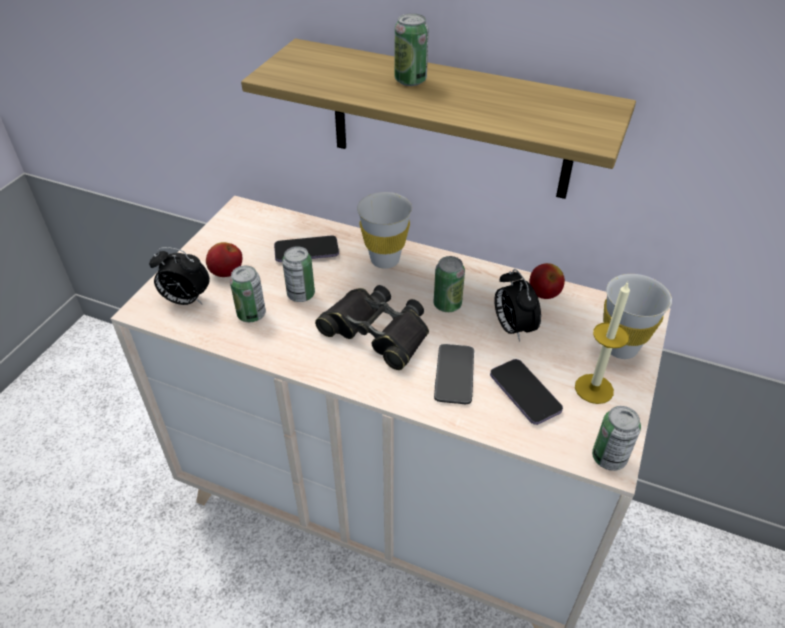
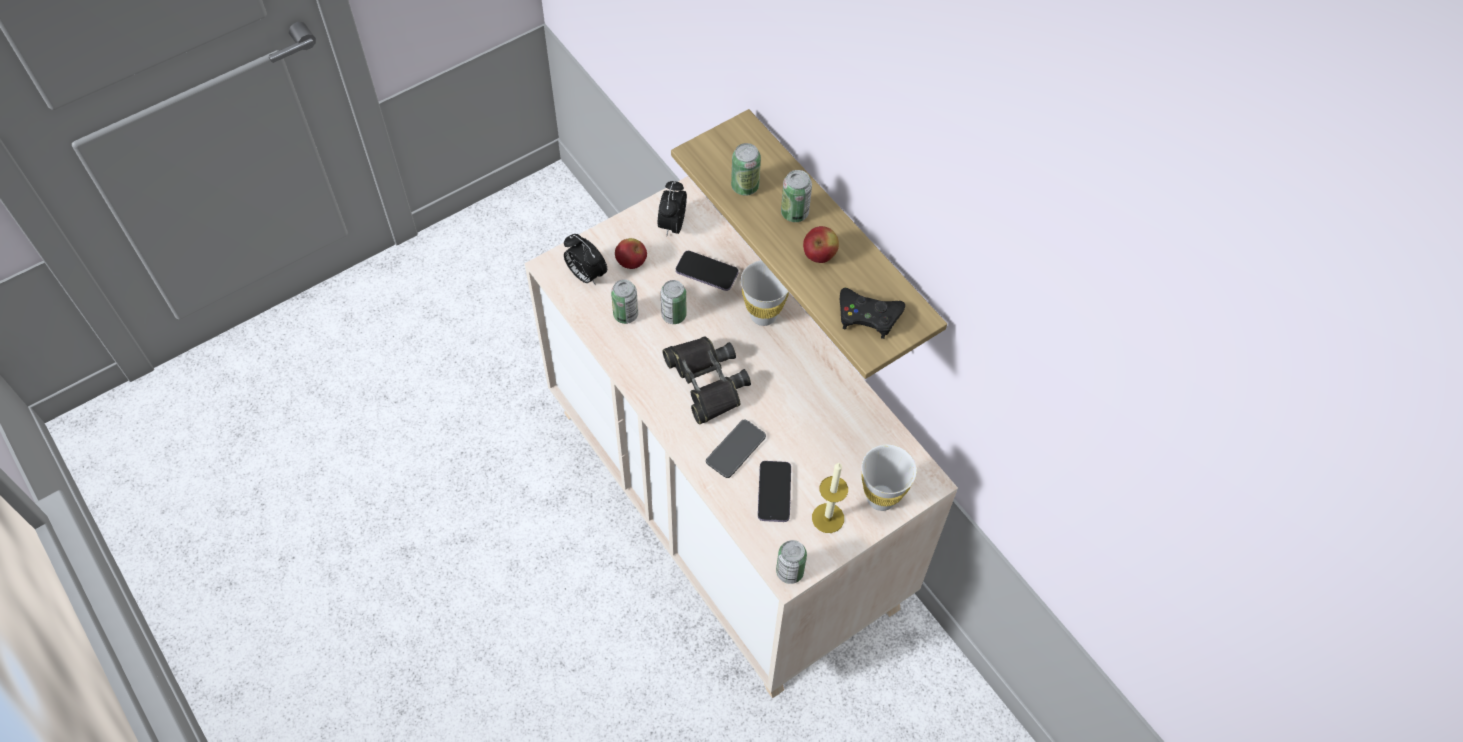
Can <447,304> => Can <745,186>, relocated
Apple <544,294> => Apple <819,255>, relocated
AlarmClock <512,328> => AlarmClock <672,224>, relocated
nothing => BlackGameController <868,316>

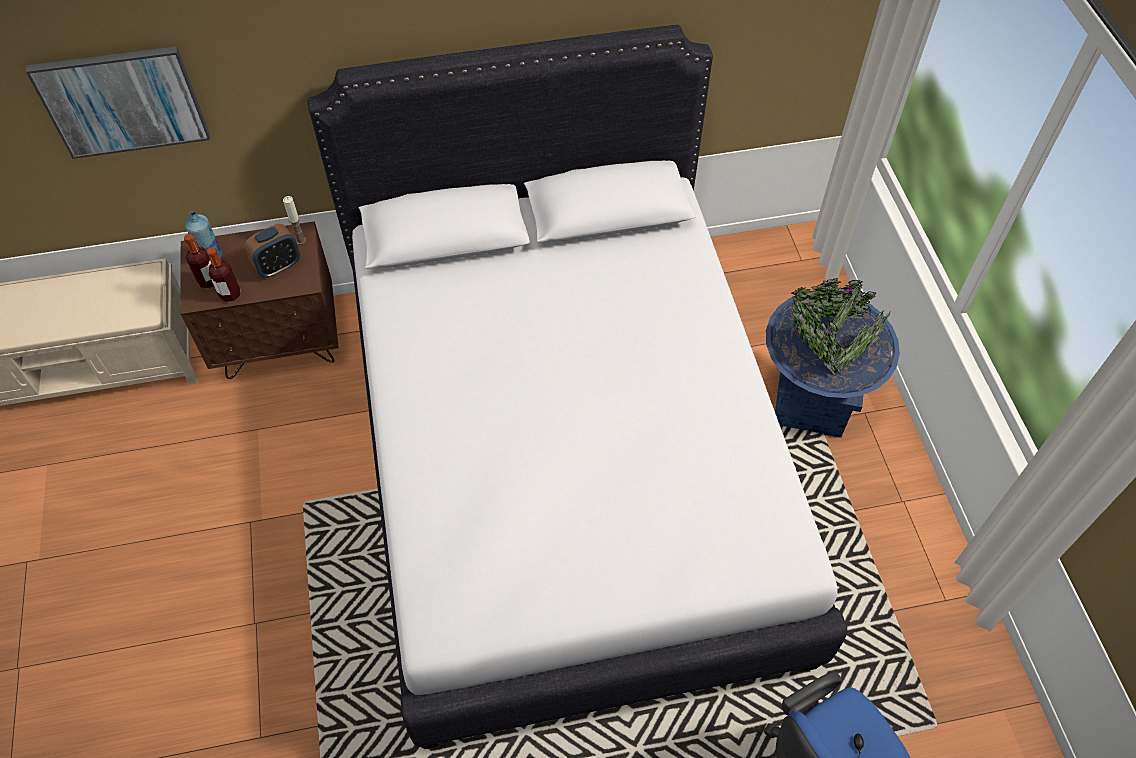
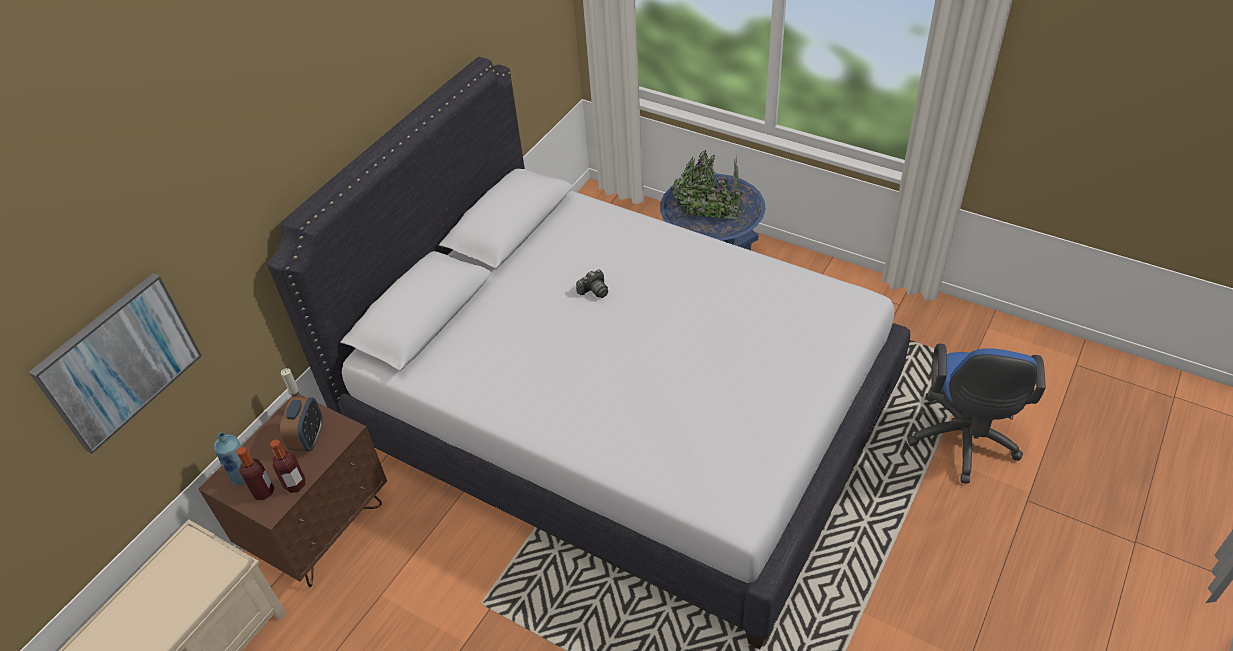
nothing => PhotoCamera <594,291>

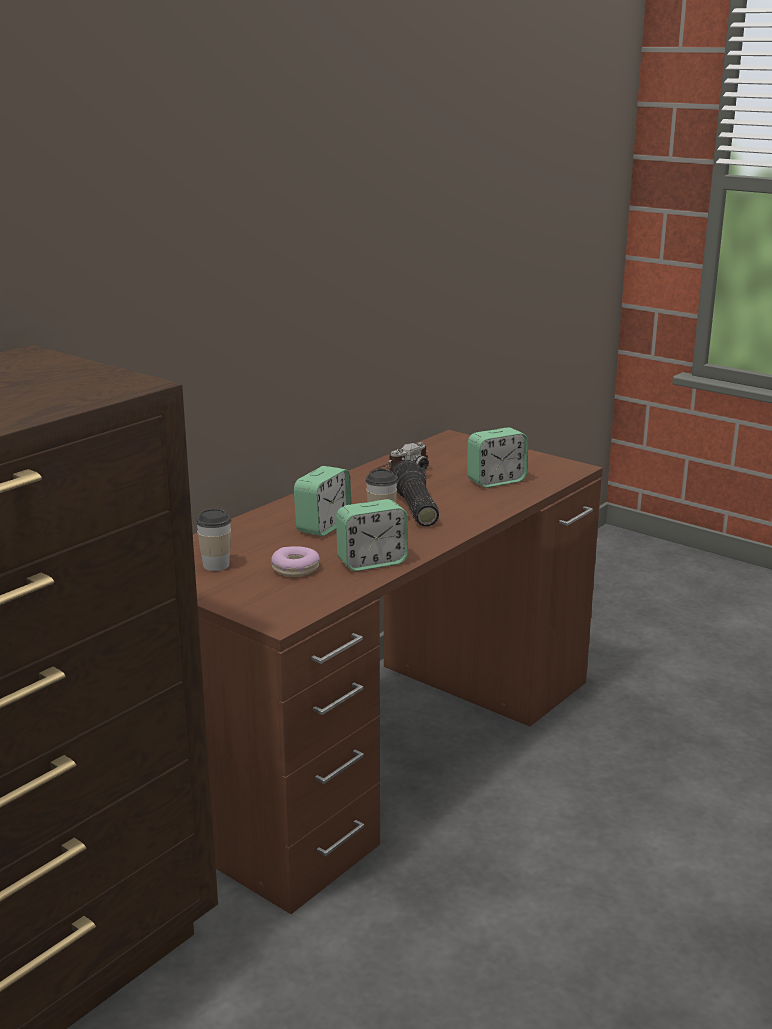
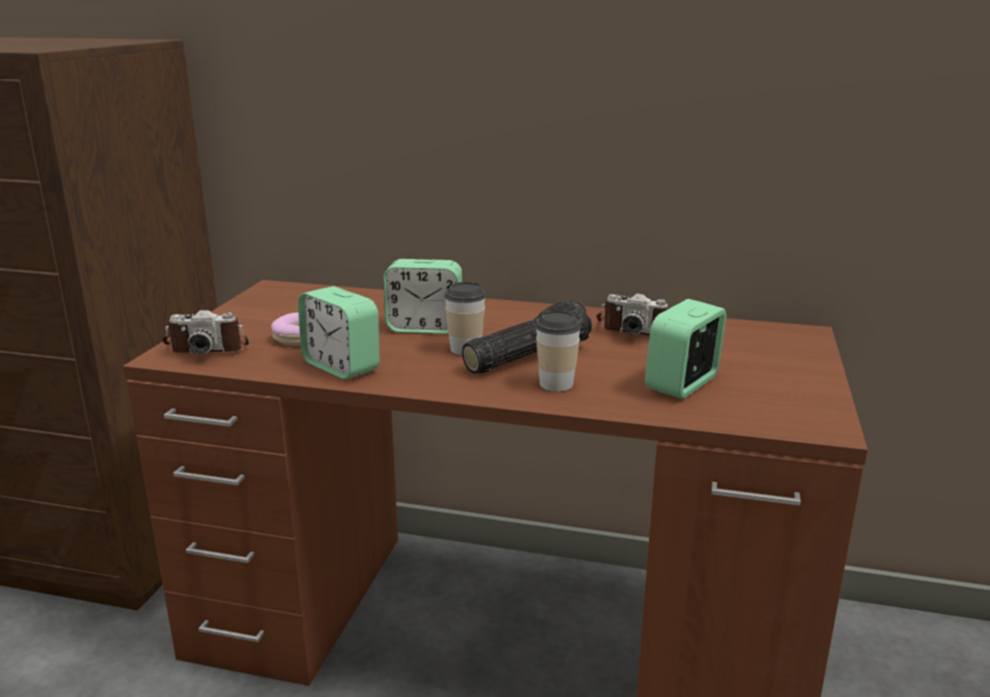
AlarmClock <496,481> => AlarmClock <682,384>, 90 degrees clockwise
Cup <216,565> => Cup <556,384>, relocated
nothing => PhotoCamera <208,347>

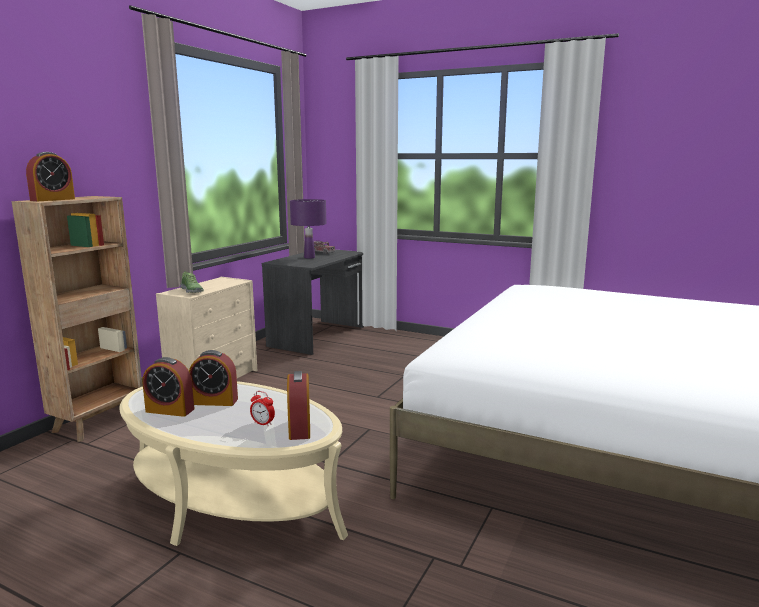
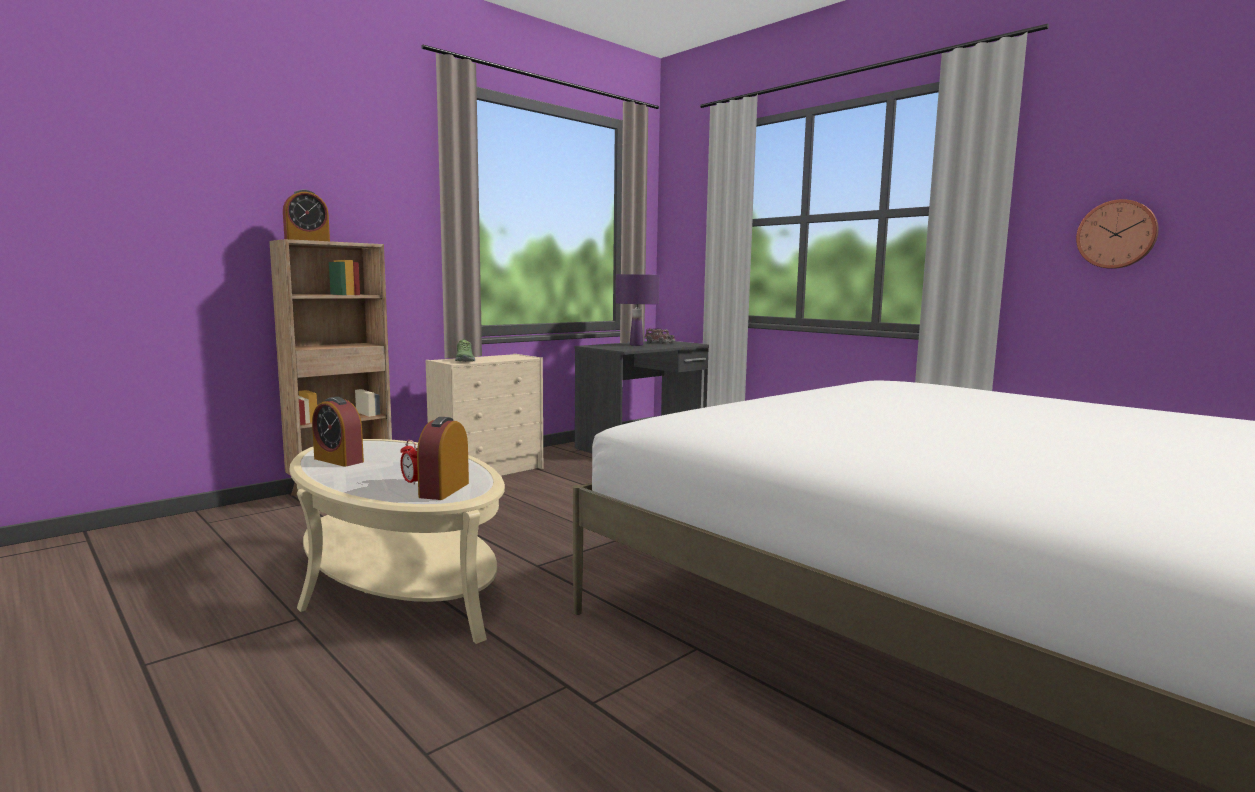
AlarmClock <214,401> => nothing
nothing => WallClock <1117,234>

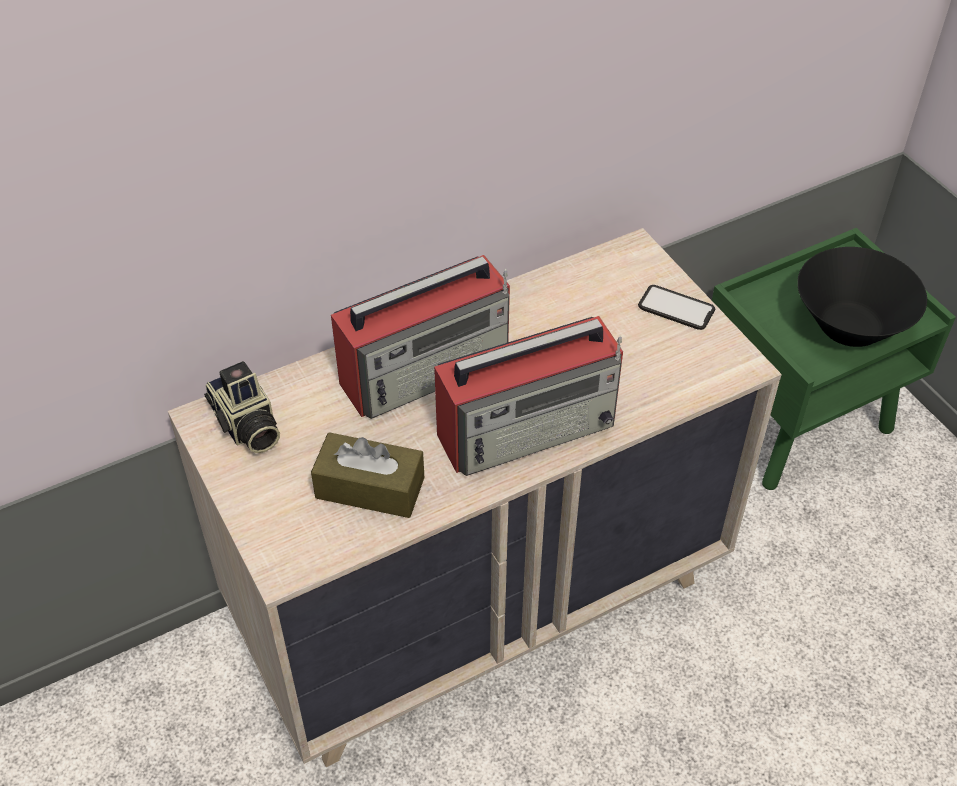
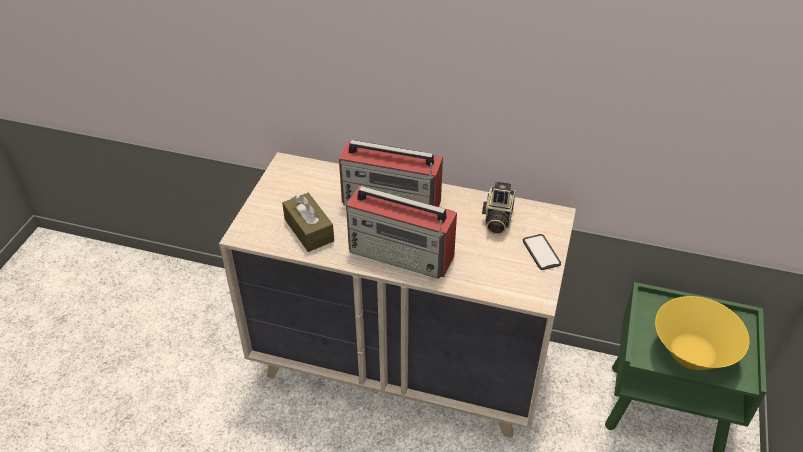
BlackBowl <849,326> => YellowBowl <692,353>
PhotoCamera <246,426> => PhotoCamera <497,219>, relocated

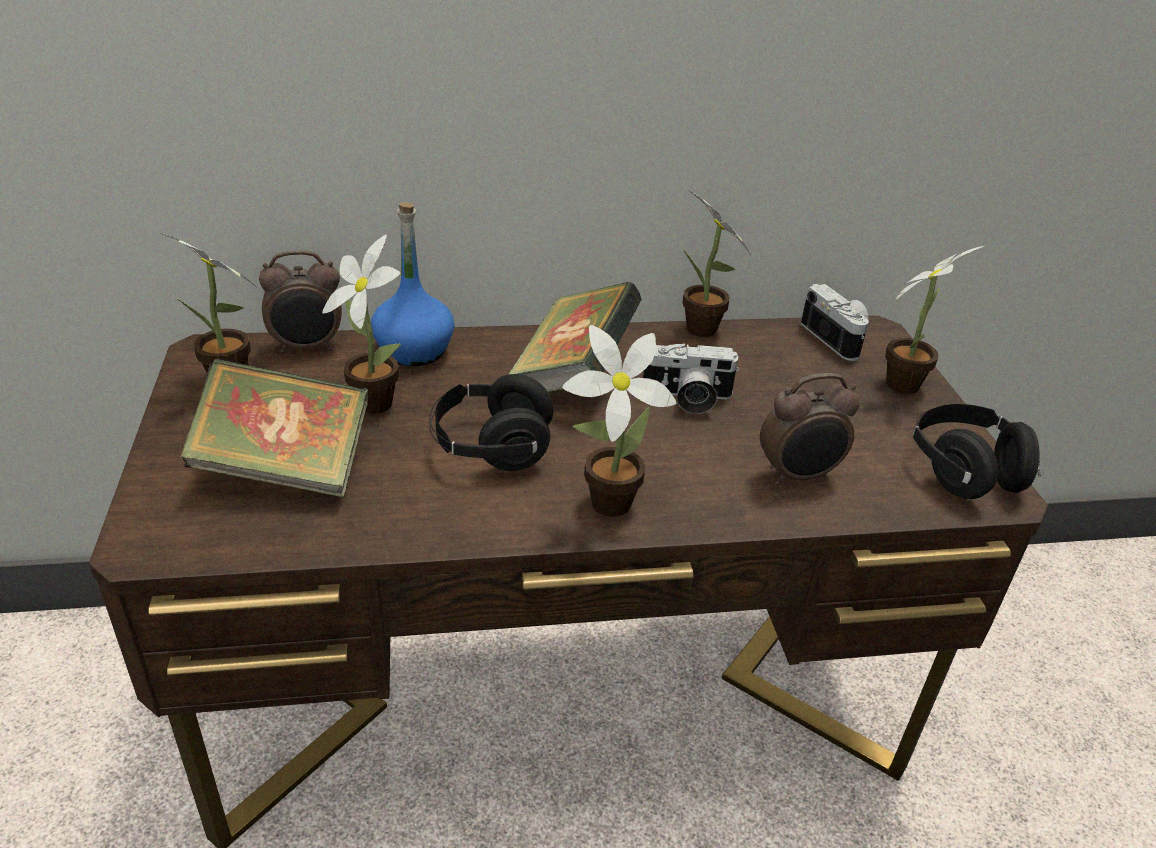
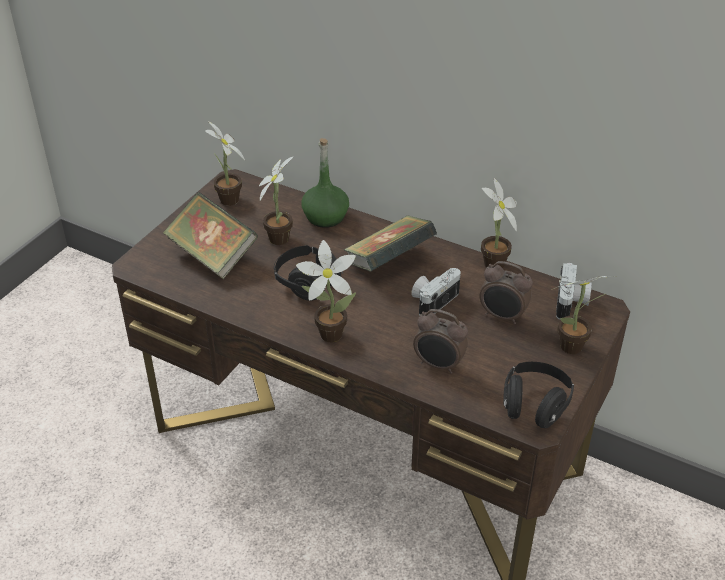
BlueBottle <414,350> => GreenBottle <325,217>
AlarmClock <307,347> => AlarmClock <502,316>, relocated
PhotoCamera <686,398> => PhotoCamera <433,300>, 90 degrees clockwise

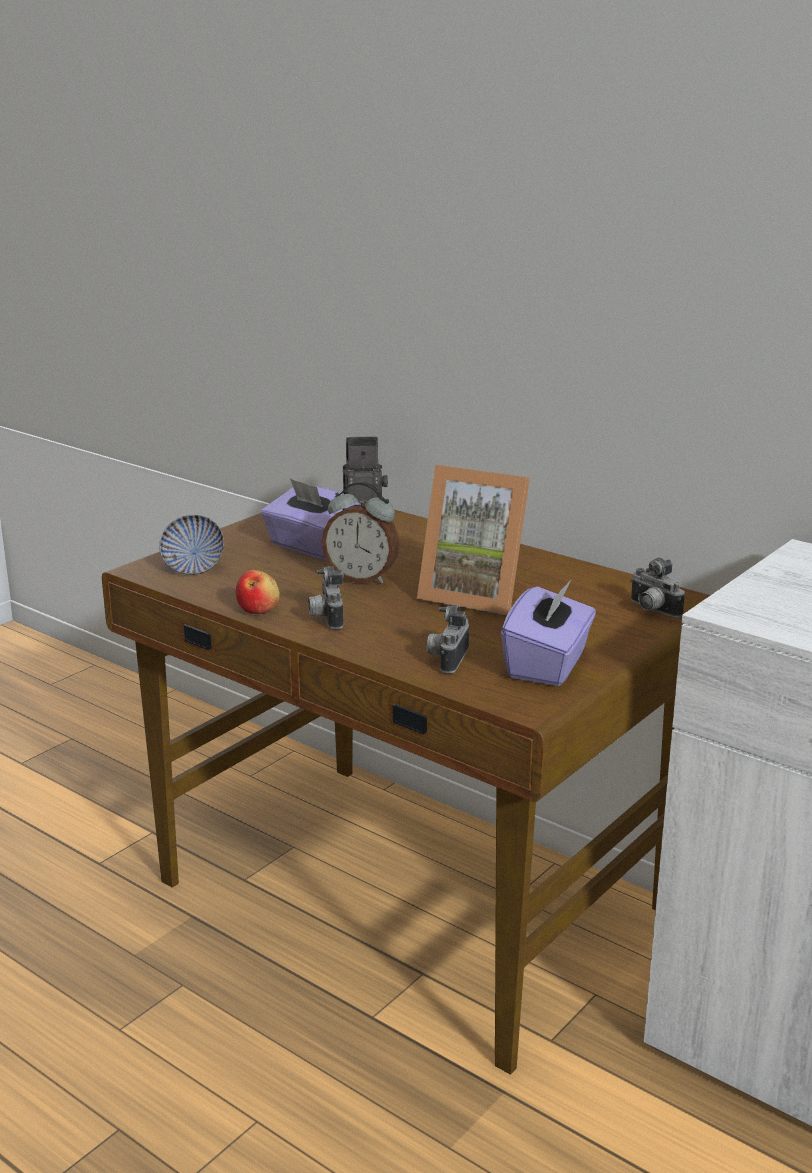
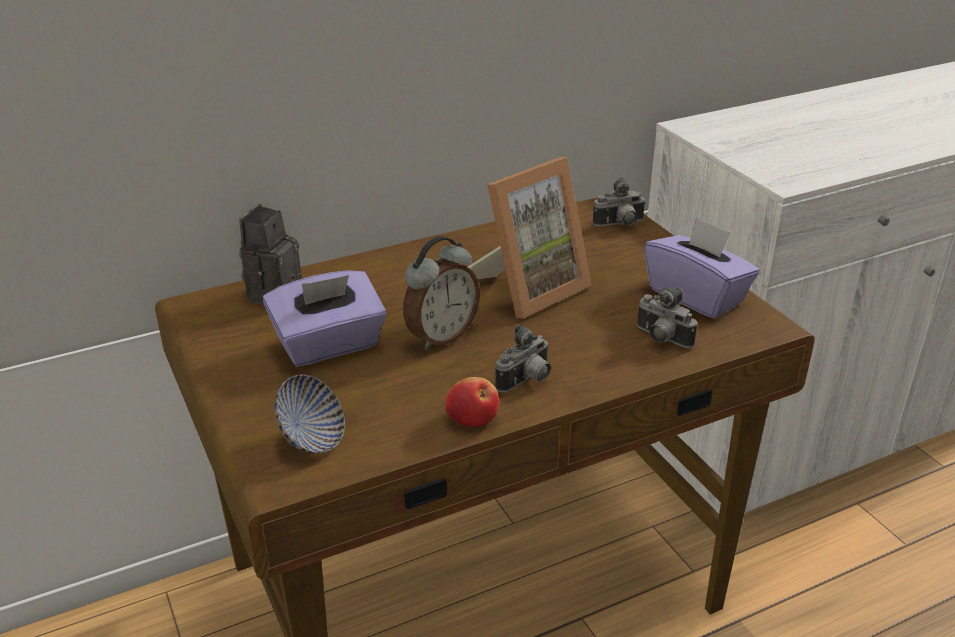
PhotoCamera <326,618> => PhotoCamera <526,381>, 60 degrees counterclockwise

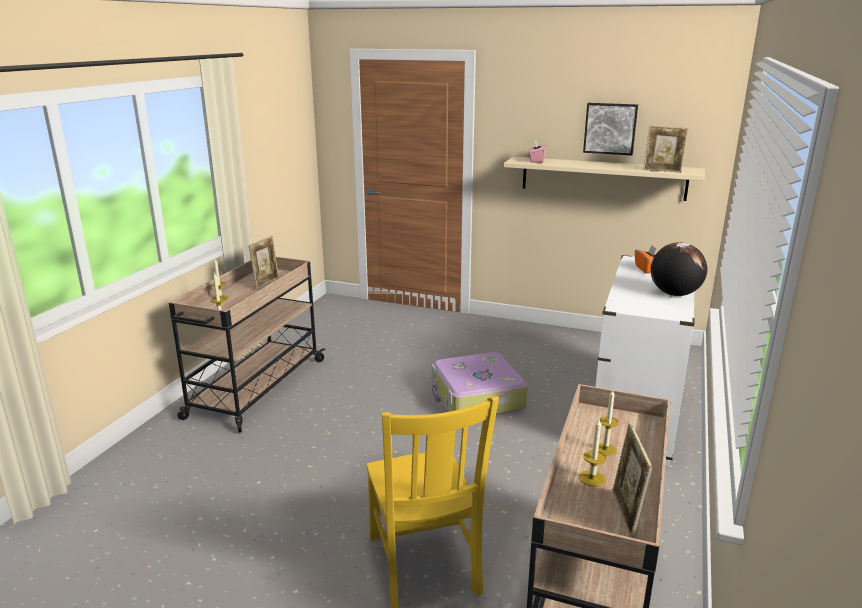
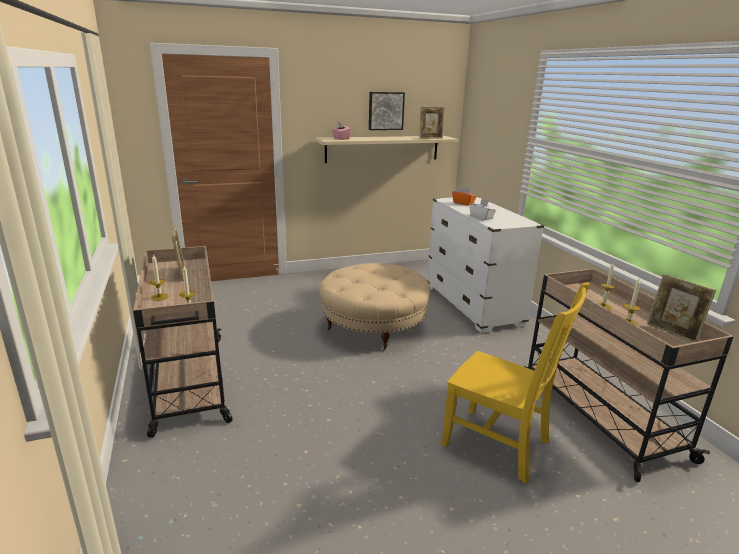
Globe <674,294> => nothing
Suitcase <476,398> => BeigeOttoman <373,326>
nothing => WhiteTissueBox <481,217>

